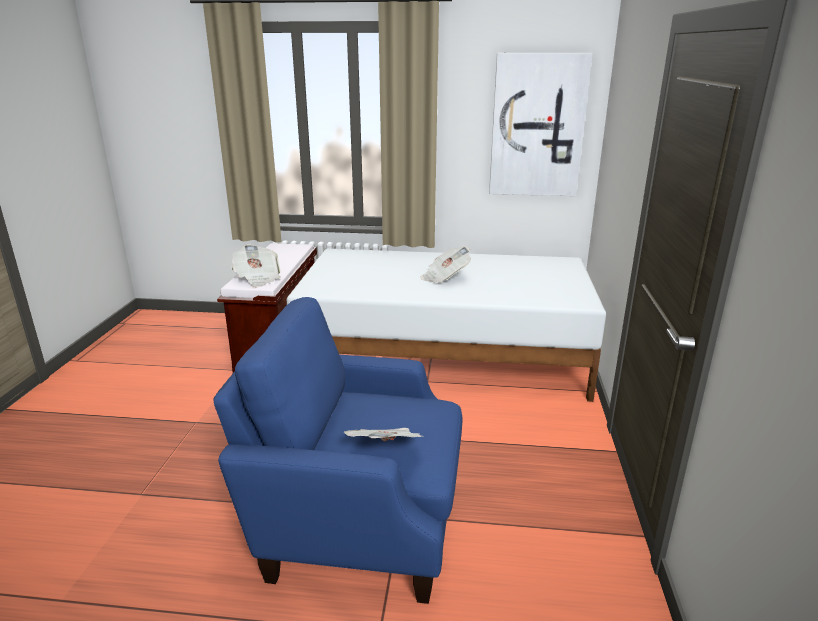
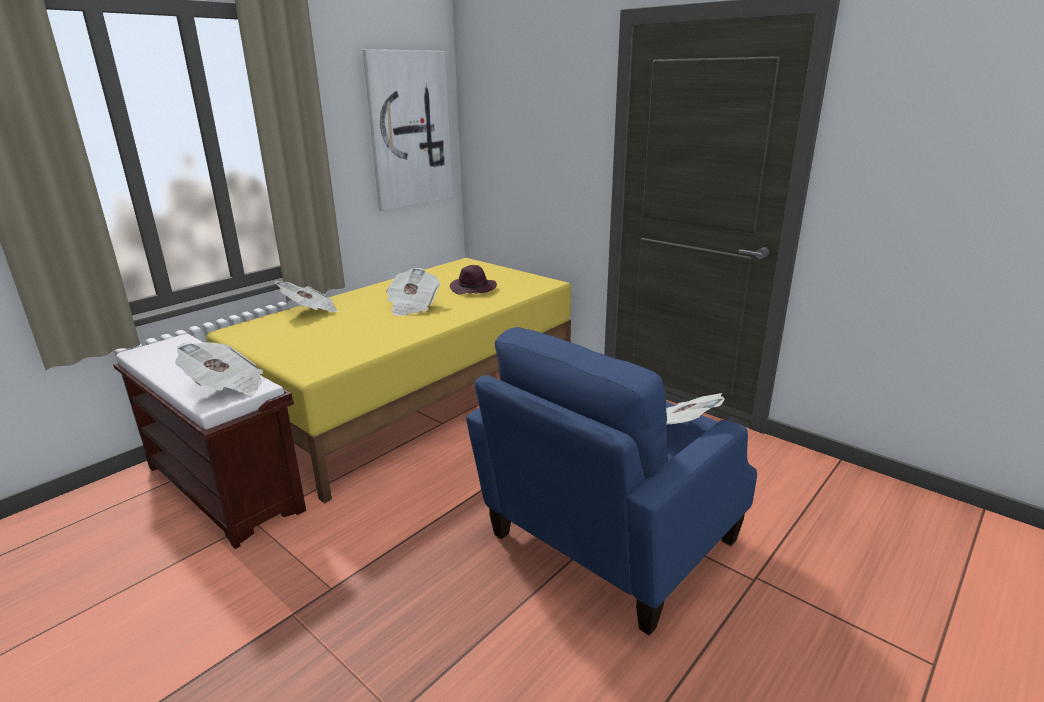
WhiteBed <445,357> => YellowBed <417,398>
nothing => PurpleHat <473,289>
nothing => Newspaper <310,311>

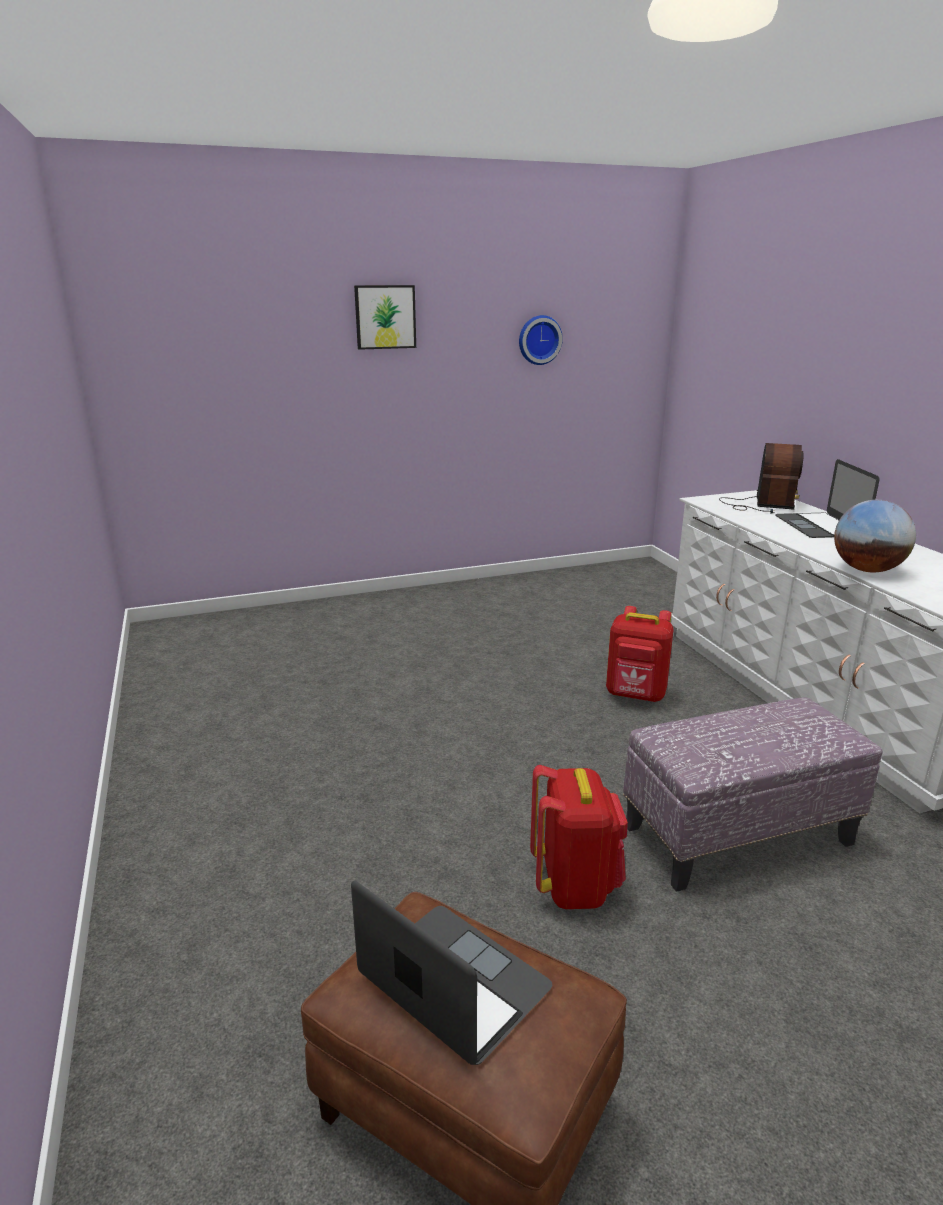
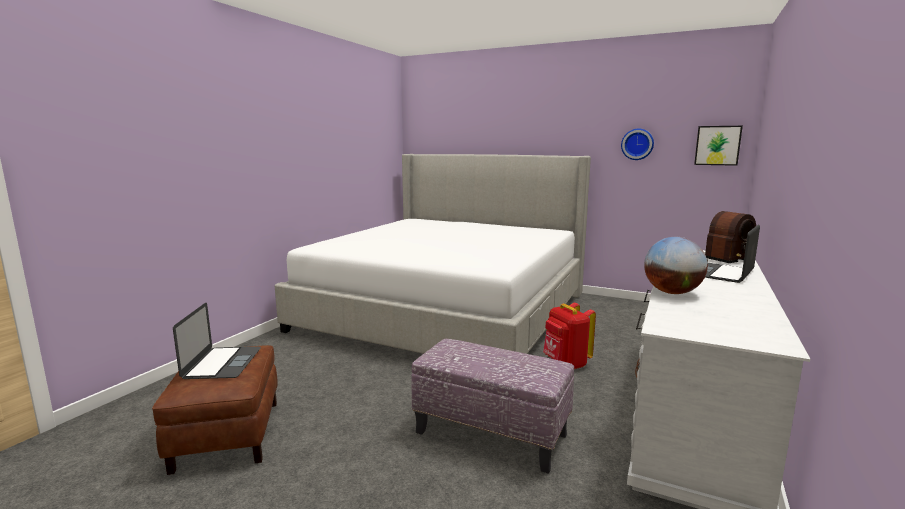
Picture <385,317> => Picture <717,145>, relocated
RedBackpack <575,885> => nothing
nothing => Bed <447,311>

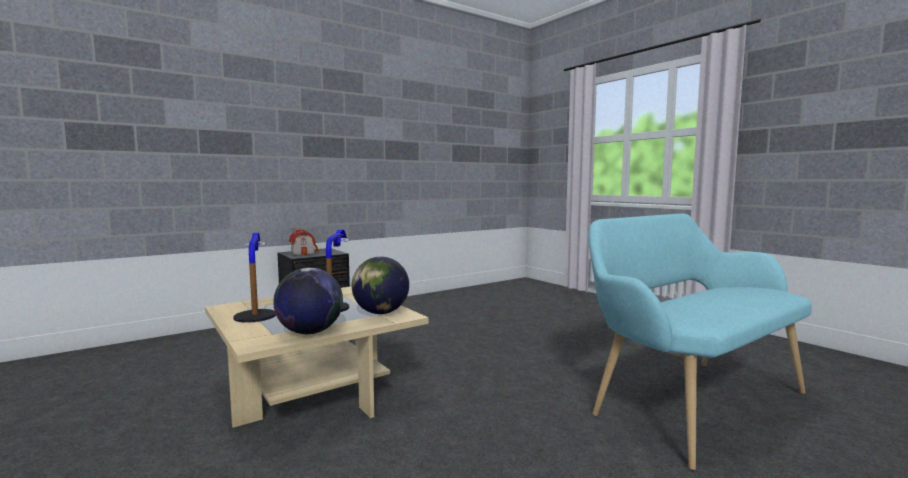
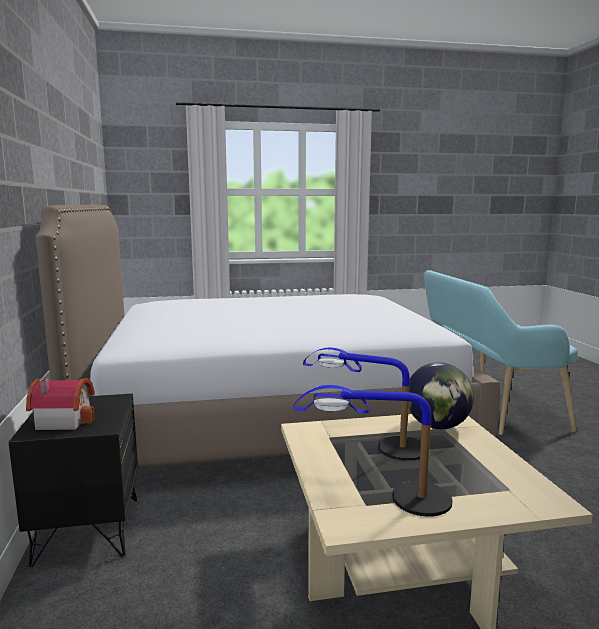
Globe <309,332> => nothing
nothing => Bed <271,418>

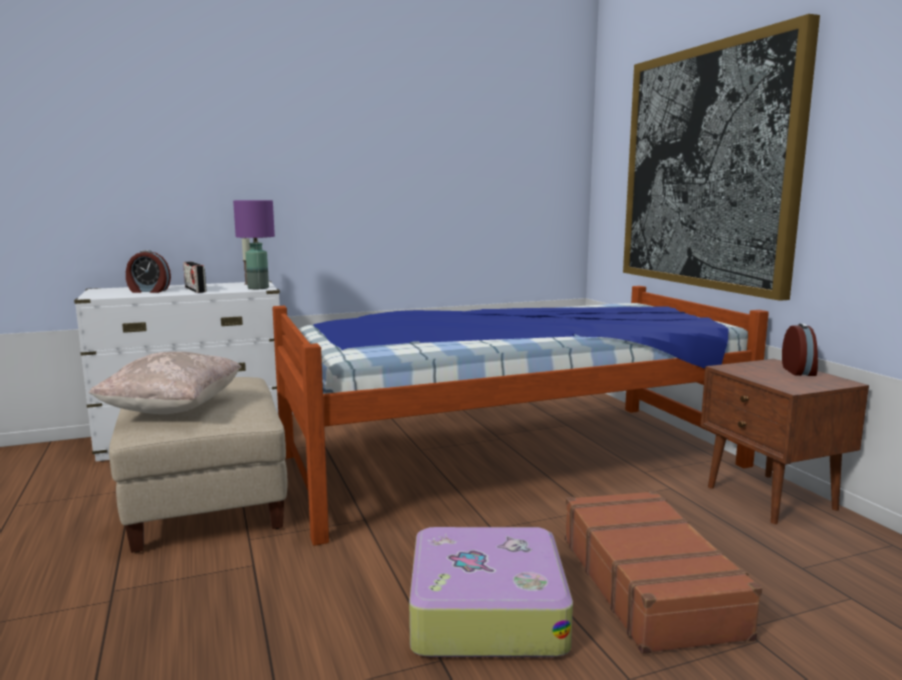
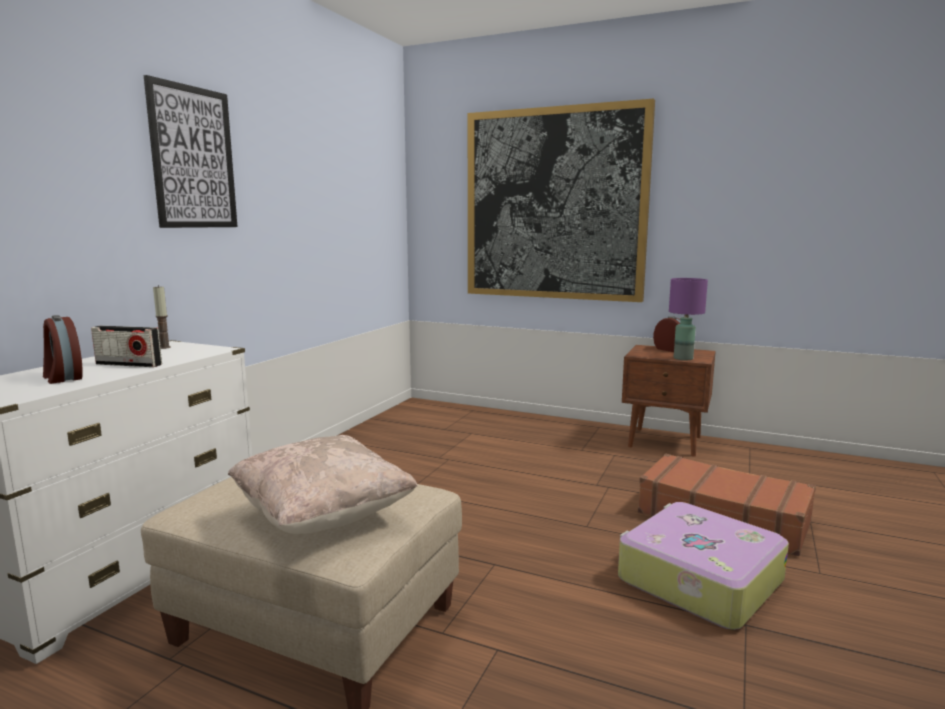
PurpleTableLamp <258,288> => PurpleTableLamp <683,358>, relocated
AlarmClock <149,291> => AlarmClock <62,377>, 90 degrees clockwise
Bed <510,460> => nothing
nothing => Picture <193,158>

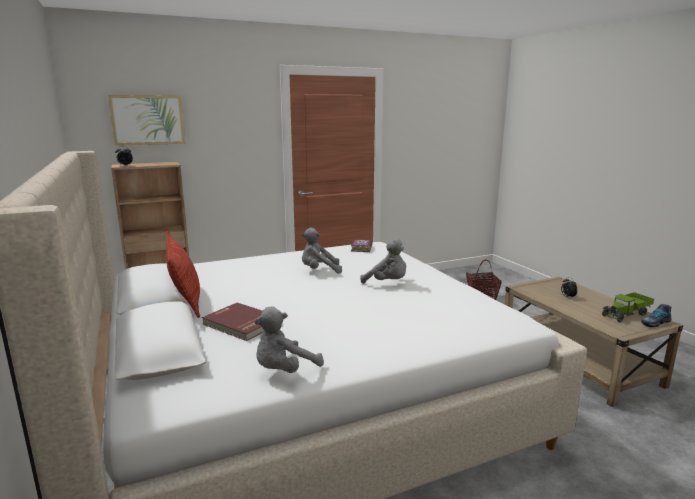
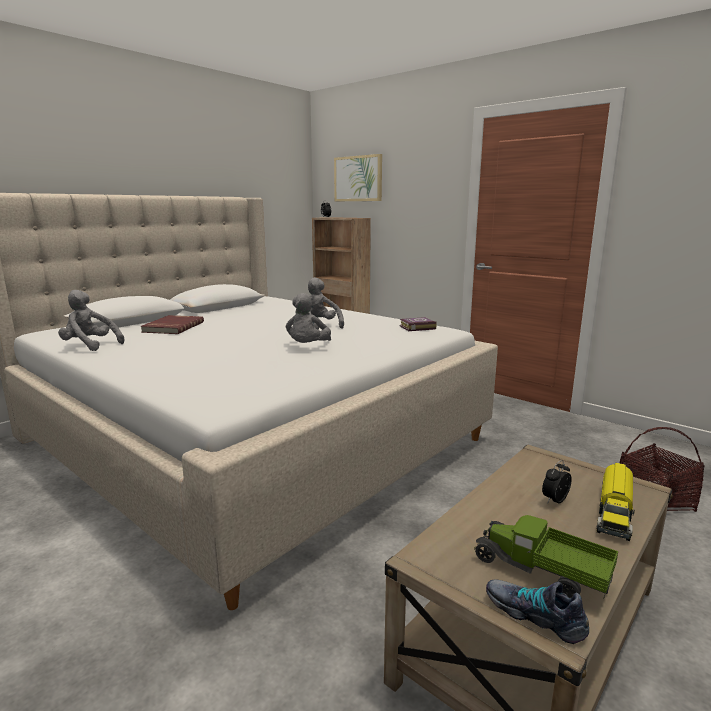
Pillow <185,297> => nothing
nothing => ToyTruck <614,511>

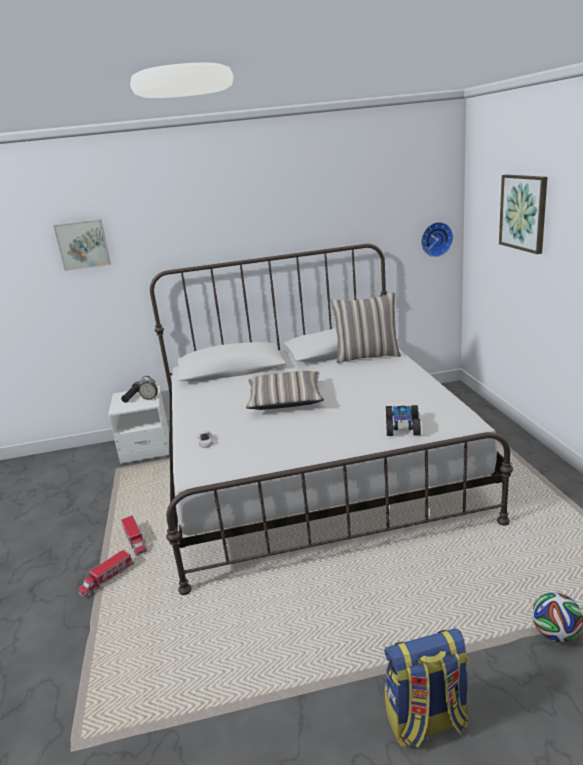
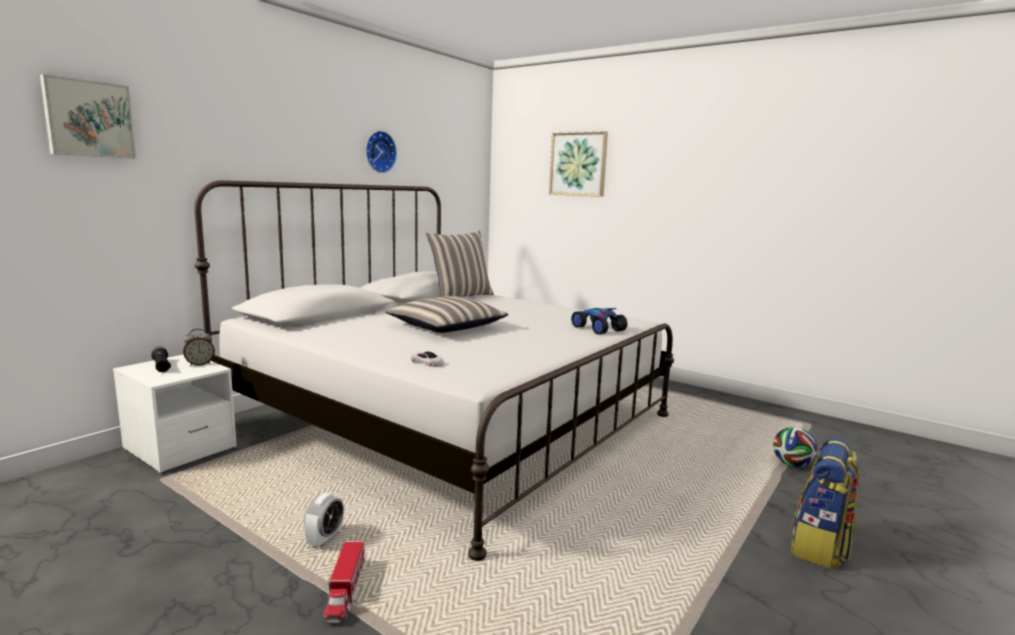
WallClock <435,239> => WallClock <379,152>, relocated
ToyTruck <135,541> => AlarmClock <325,539>

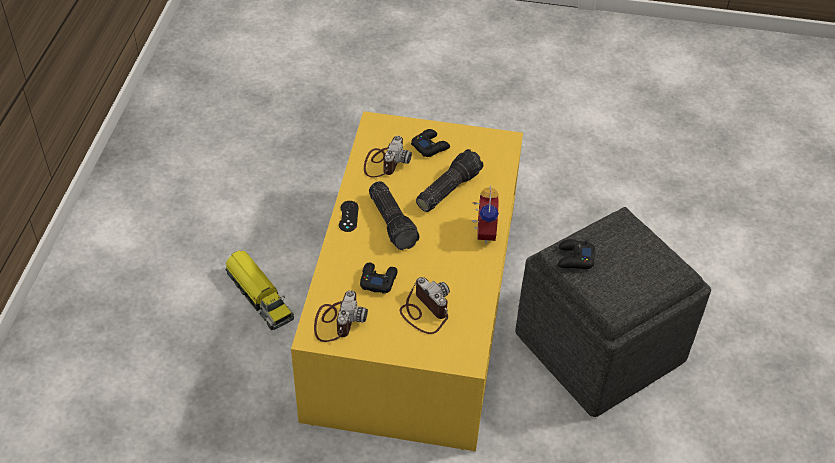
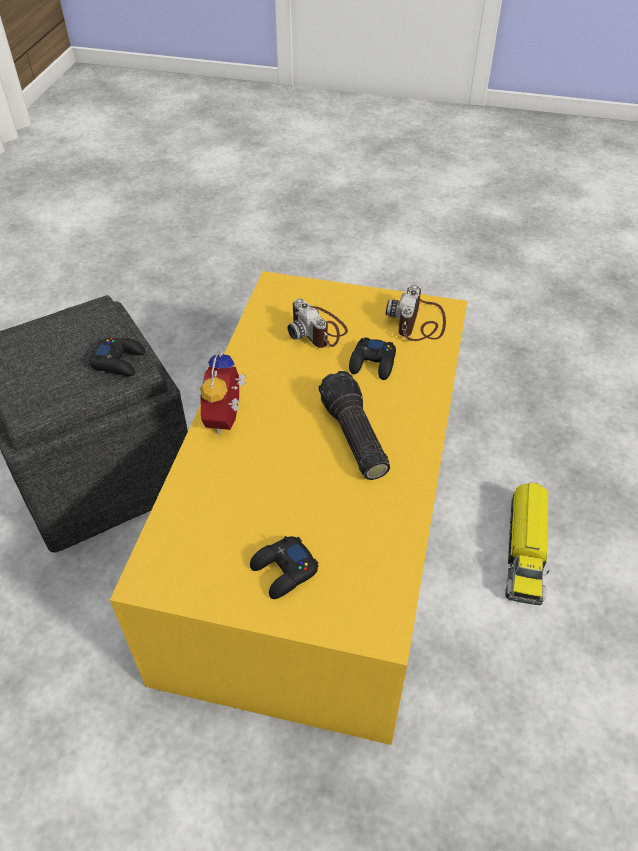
PhotoCamera <384,162> => nothing
Flashlight <447,188> => nothing
BlackGameController <348,216> => nothing
ToyTruck <259,296> => ToyTruck <525,550>, 135 degrees counterclockwise

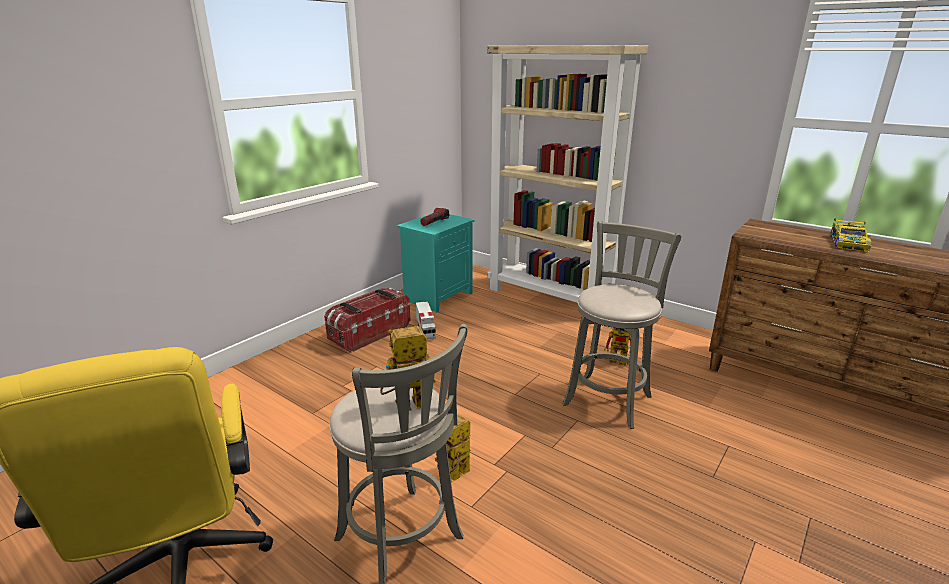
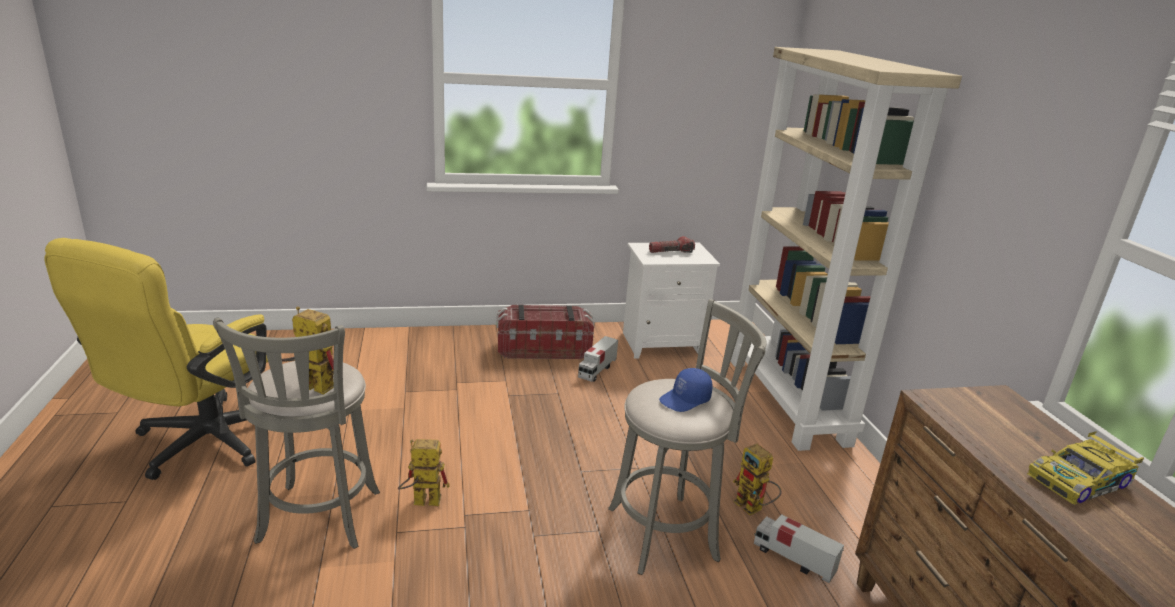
TurquoiseNightstand <438,296> => WhiteNightstand <662,343>
nothing => BlueCap <685,400>
nothing => ToyTruck <793,559>

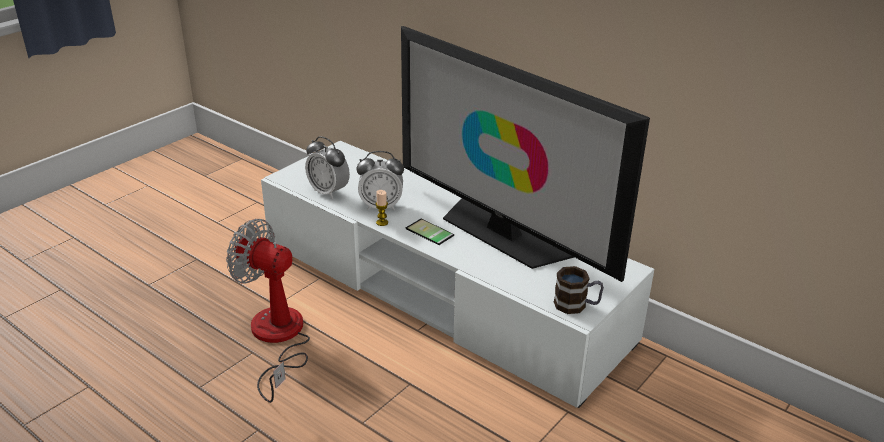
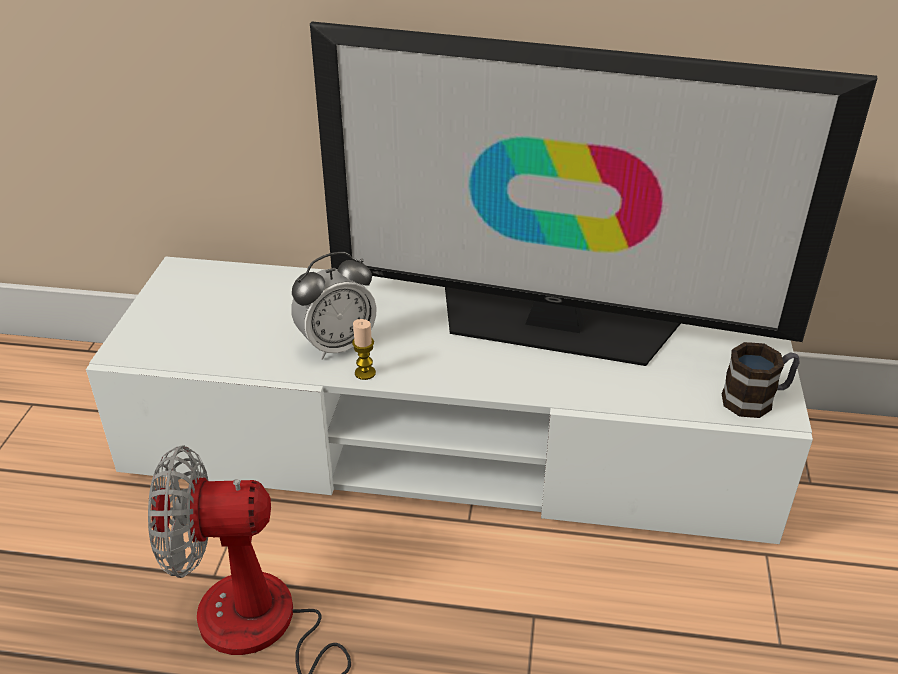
AlarmClock <328,192> => nothing
Phone <428,233> => nothing

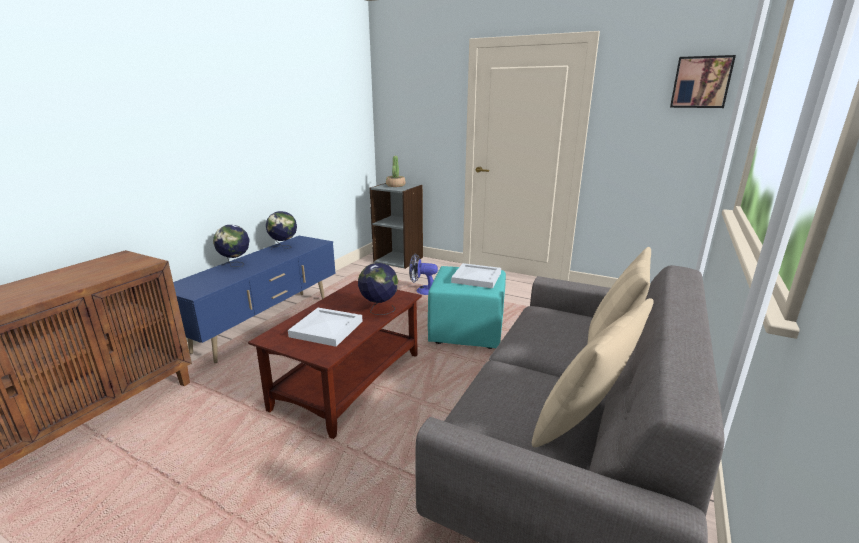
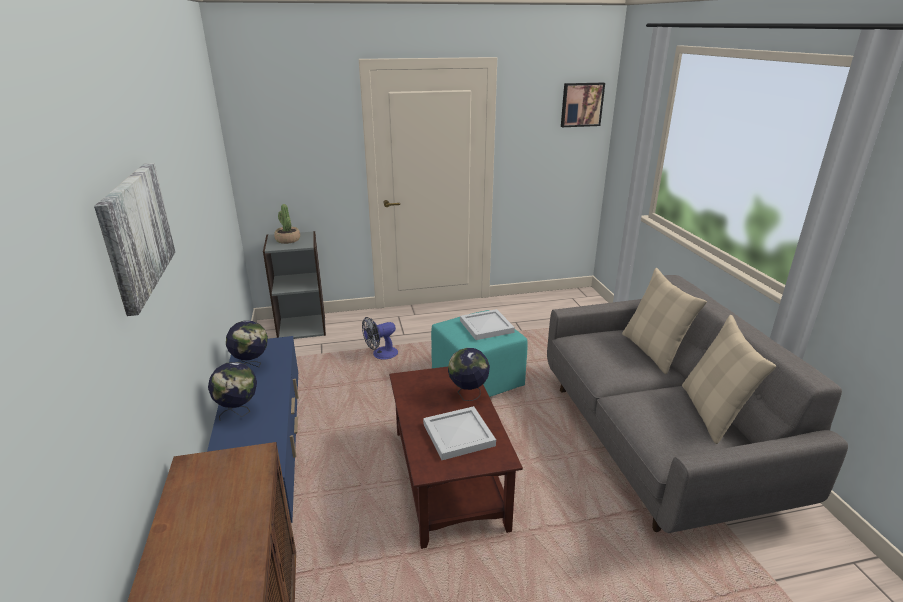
nothing => Picture <135,233>

